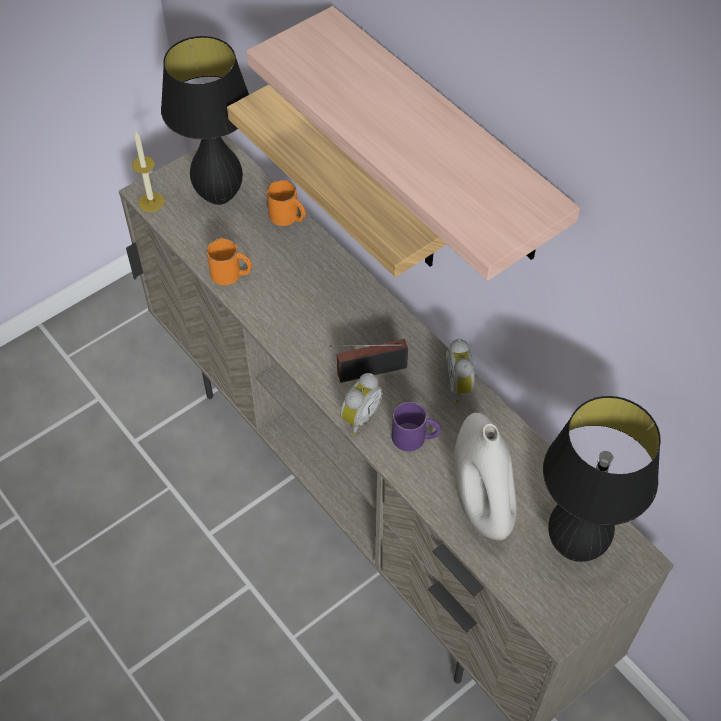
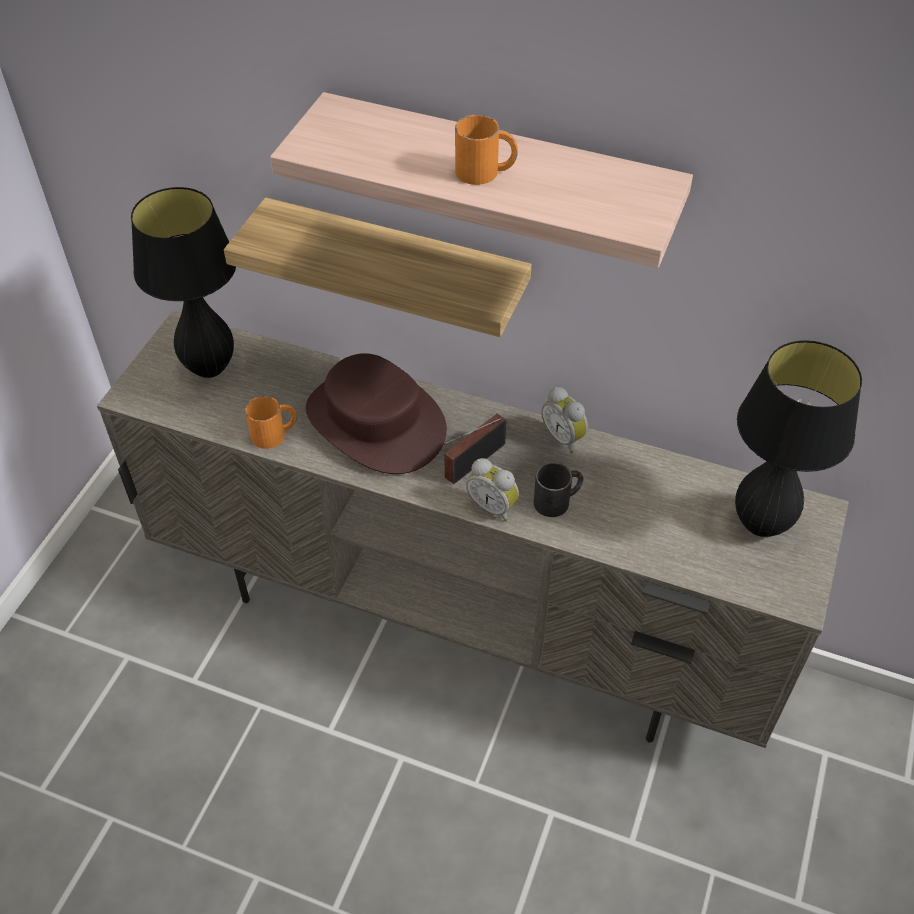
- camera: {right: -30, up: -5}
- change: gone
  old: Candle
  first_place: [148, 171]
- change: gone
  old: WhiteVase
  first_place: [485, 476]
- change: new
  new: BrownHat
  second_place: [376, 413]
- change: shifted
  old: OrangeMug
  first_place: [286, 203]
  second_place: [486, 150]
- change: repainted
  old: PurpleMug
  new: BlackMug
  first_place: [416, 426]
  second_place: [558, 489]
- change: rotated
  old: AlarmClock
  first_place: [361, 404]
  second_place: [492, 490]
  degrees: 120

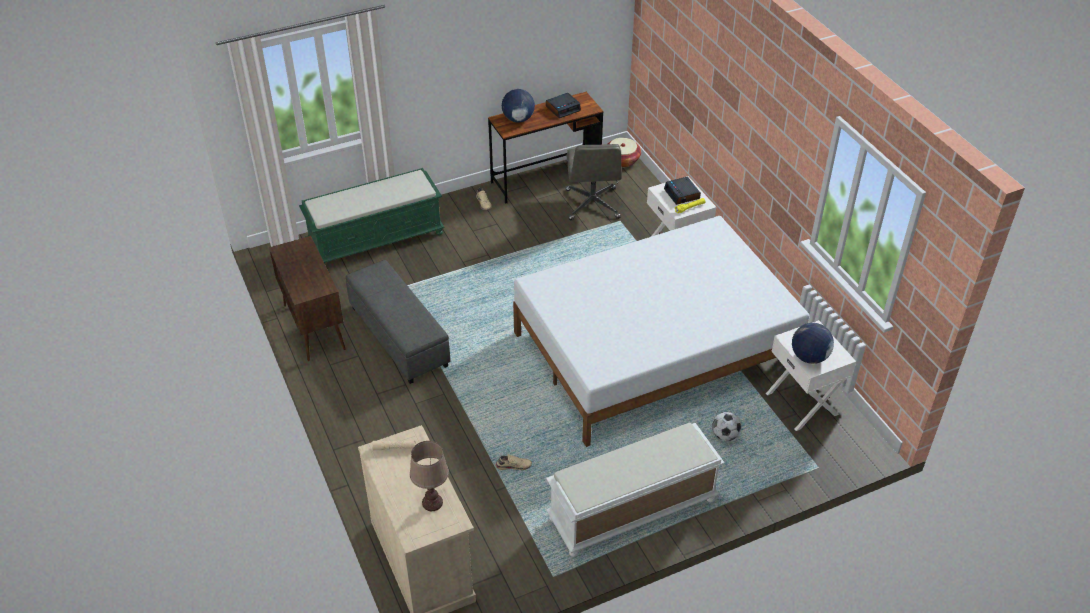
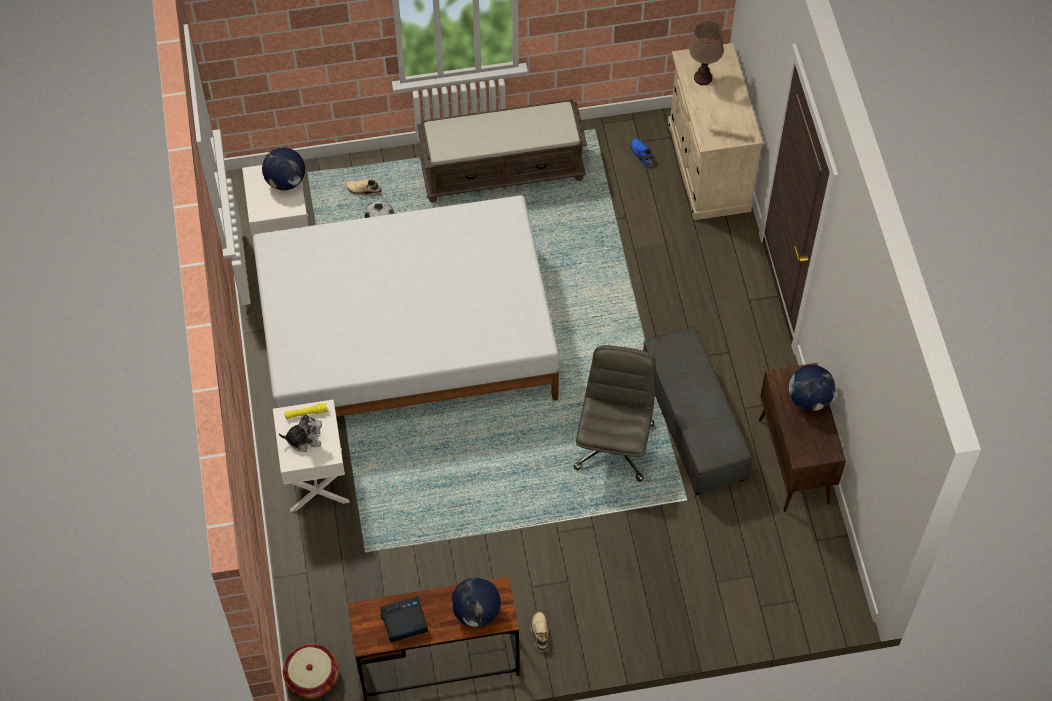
- camera: {right: -165, up: 15}
- change: gone
  old: GreenBench
  first_place: [372, 215]
- change: new
  new: BlueShoe
  second_place: [642, 152]
- change: new
  new: Globe
  second_place: [812, 388]
- change: shifted
  old: BeigeShoe
  first_place: [513, 462]
  second_place: [364, 187]
- change: shifted
  old: GreyOfficeChair
  first_place: [593, 182]
  second_place: [614, 413]
- change: swapped
  old: AlarmClock
  new: PlushToy
  first_place: [682, 191]
  second_place: [300, 433]
- change: repainted
  old: WhiteBench
  new: BrownBench
  first_place: [635, 490]
  second_place: [502, 150]

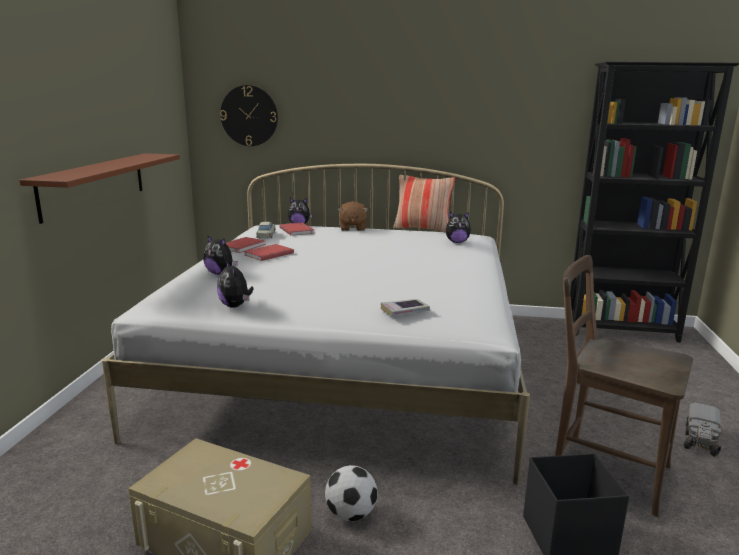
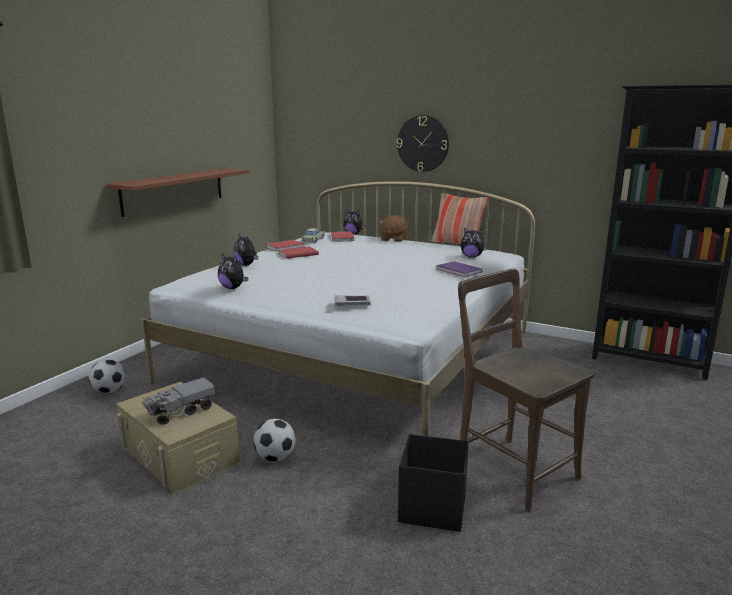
- camera: {right: 20, up: 0}
- change: new
  new: Football
  second_place: [107, 376]
- change: new
  new: PurpleBook
  second_place: [459, 269]
- change: shifted
  old: WallClock
  first_place: [249, 115]
  second_place: [423, 143]
- change: shifted
  old: ToyTruck
  first_place: [702, 429]
  second_place: [178, 401]
- change: rotated
  old: PlushToy
  first_place: [235, 284]
  second_place: [233, 271]
  degrees: -45

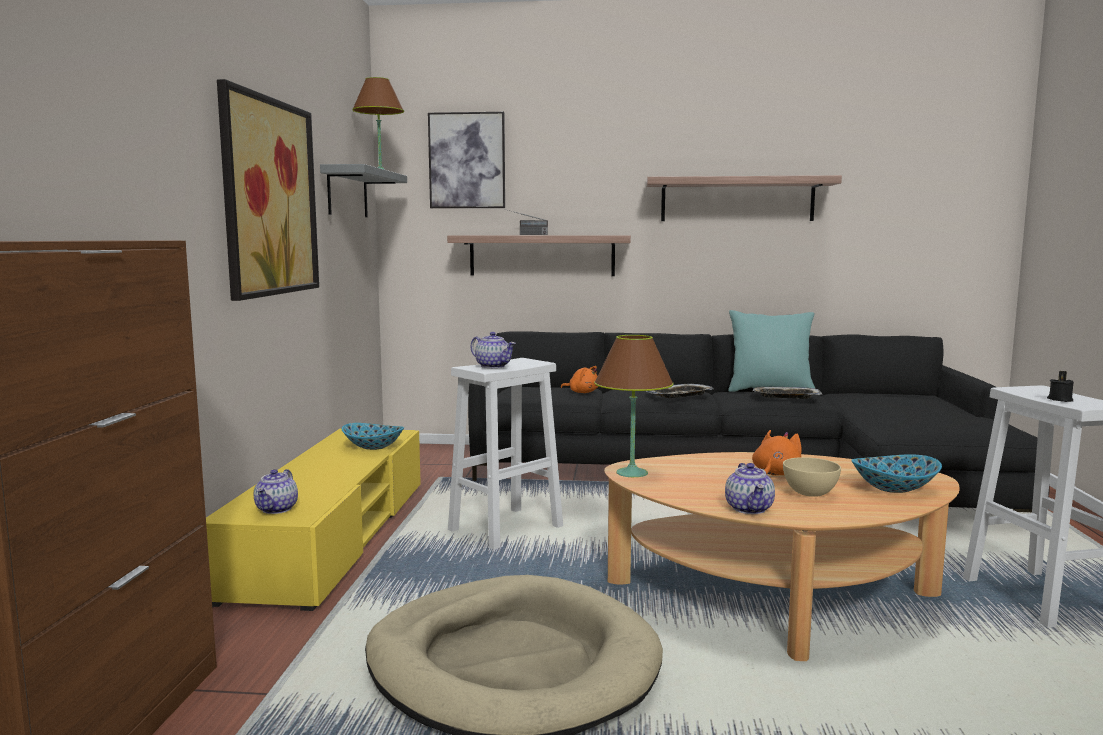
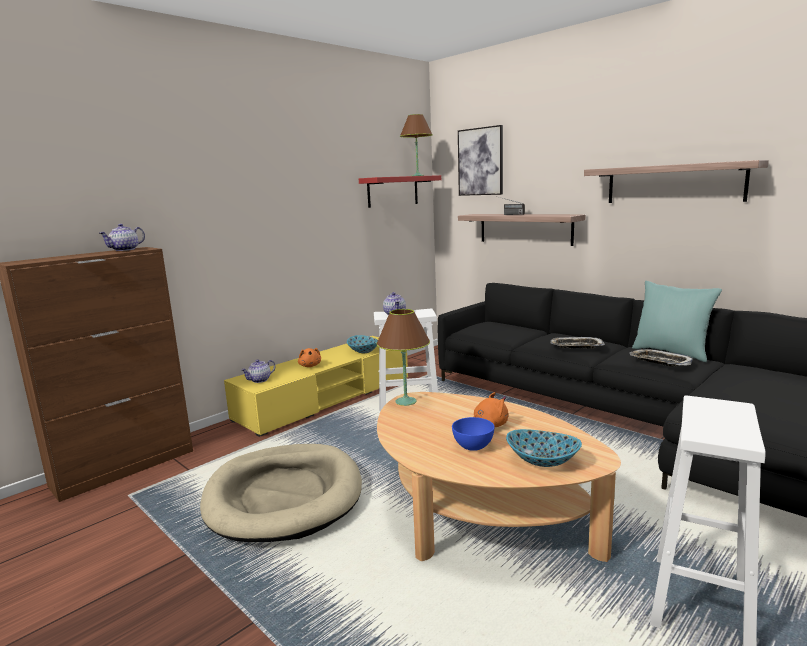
- camera: {right: 40, up: 5}
- change: gone
  old: Picture
  first_place: [268, 190]
- change: gone
  old: BlackCandle
  first_place: [1060, 386]
- change: shifted
  old: OrangePlushToy
  first_place: [580, 379]
  second_place: [309, 357]
- change: shifted
  old: Teapot
  first_place: [750, 488]
  second_place: [122, 237]
- change: repainted
  old: GreyShelf
  new: RedShelf
  first_place: [363, 190]
  second_place: [400, 191]
- change: repainted
  old: BeigeBowl
  new: BlueBowl
  first_place: [812, 477]
  second_place: [473, 434]

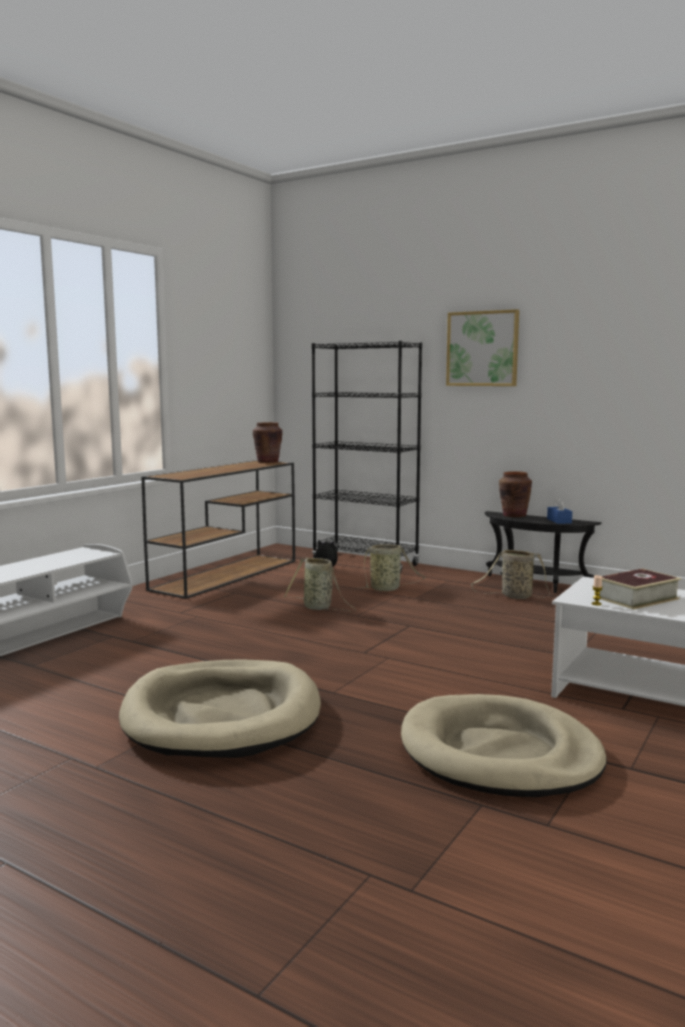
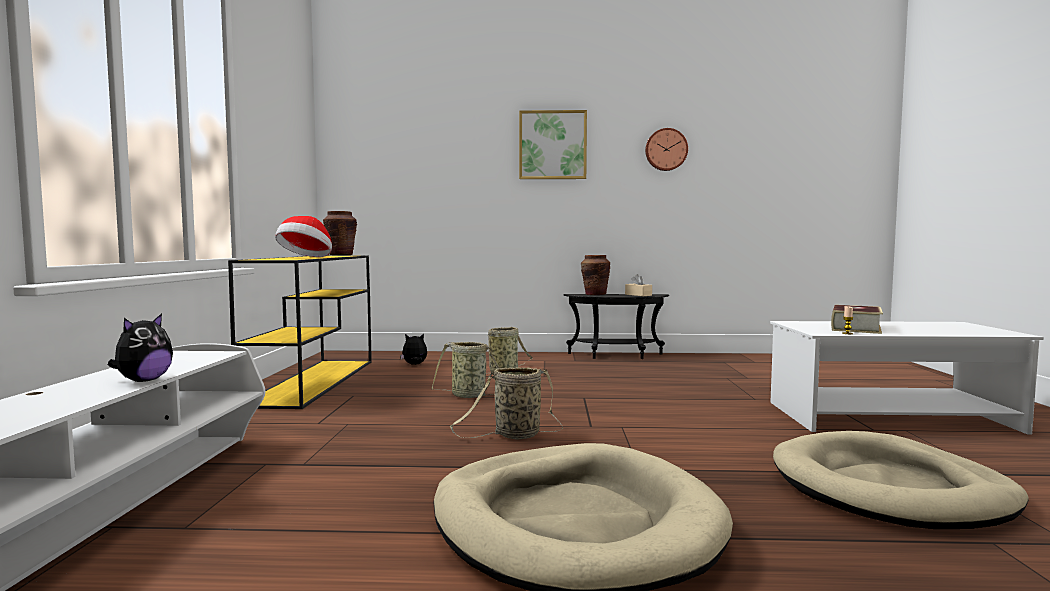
- camera: {right: -30, up: -5}
- change: gone
  old: BlackBookcase
  first_place: [367, 457]
- change: new
  new: PlushToy
  second_place: [140, 348]
- change: new
  new: Hat
  second_place: [303, 236]
- change: new
  new: WallClock
  second_place: [666, 149]
- change: shifted
  old: Basket
  first_place: [510, 574]
  second_place: [506, 403]
- change: repainted
  old: BrownConsoleTable
  new: YellowConsoleTable
  first_place: [218, 529]
  second_place: [300, 332]
- change: repainted
  old: BlueTissueBox
  new: BeigeTissueBox
  first_place: [559, 511]
  second_place: [638, 285]

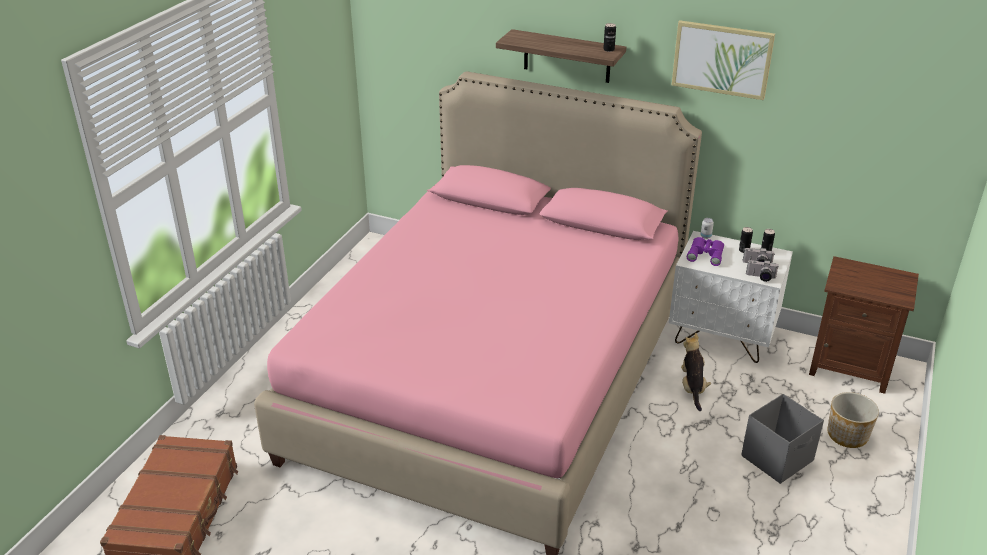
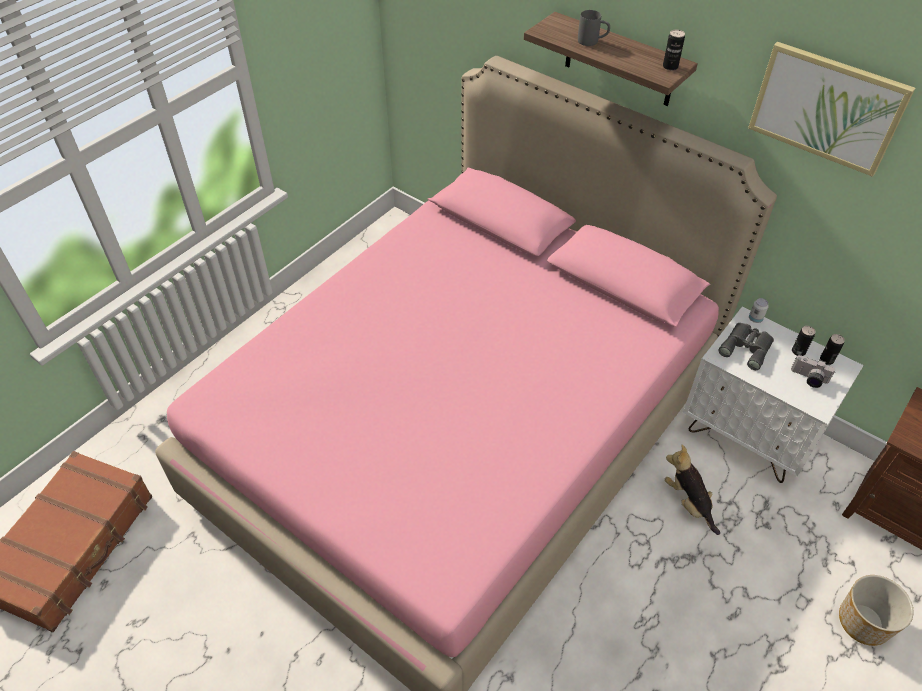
- camera: {right: 15, up: 15}
- change: gone
  old: GreyStorageBox
  first_place: [782, 439]
- change: gone
  old: PhotoCamera
  first_place: [762, 271]
- change: new
  new: GreyMug
  second_place: [594, 28]
- change: repainted
  old: PurpleBinoculars
  new: GreyBinoculars
  first_place: [705, 251]
  second_place: [746, 346]
- change: rotated
  old: PlushToy
  first_place: [696, 372]
  second_place: [692, 490]
  degrees: -45

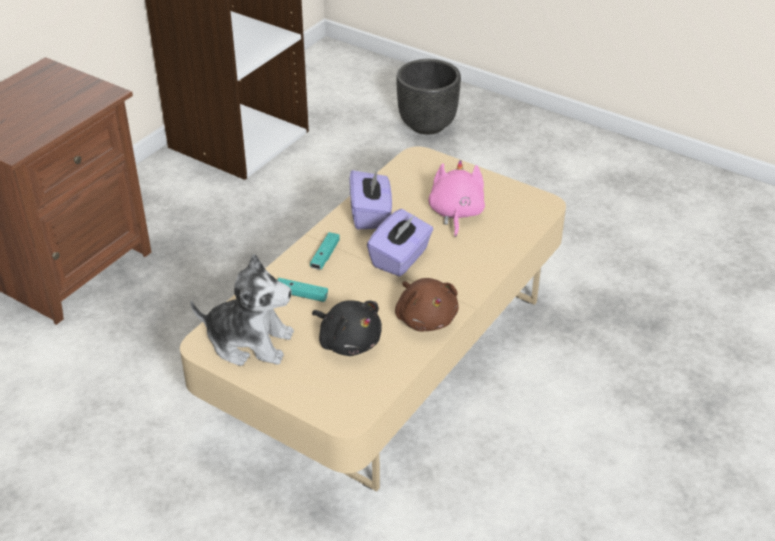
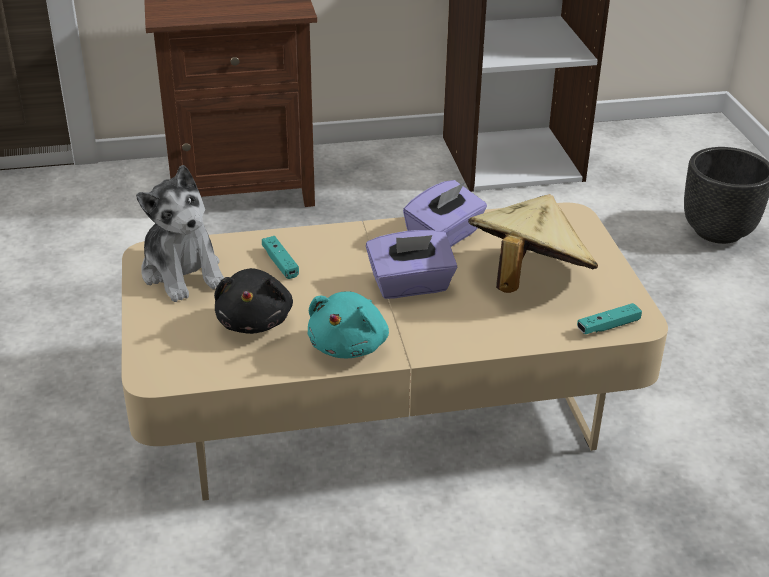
- camera: {right: 45, up: -5}
- change: shifted
  old: TurquoiseGameController
  first_place: [325, 251]
  second_place: [609, 318]
- change: swapped
  old: PinkPlushToy
  new: BeigeHat
  first_place: [457, 199]
  second_place: [533, 243]
- change: repainted
  old: BrownPlushToy
  new: TurquoisePlushToy
  first_place: [427, 304]
  second_place: [348, 324]

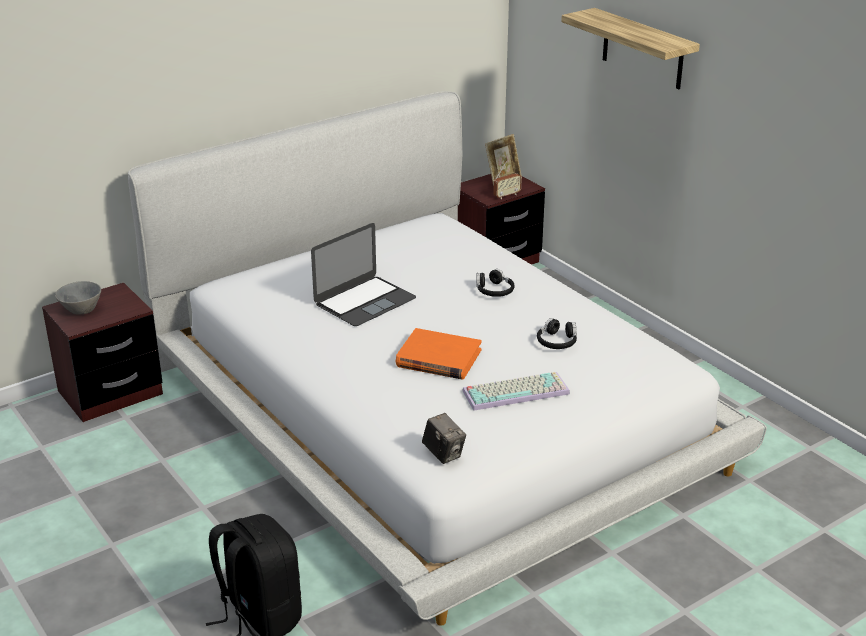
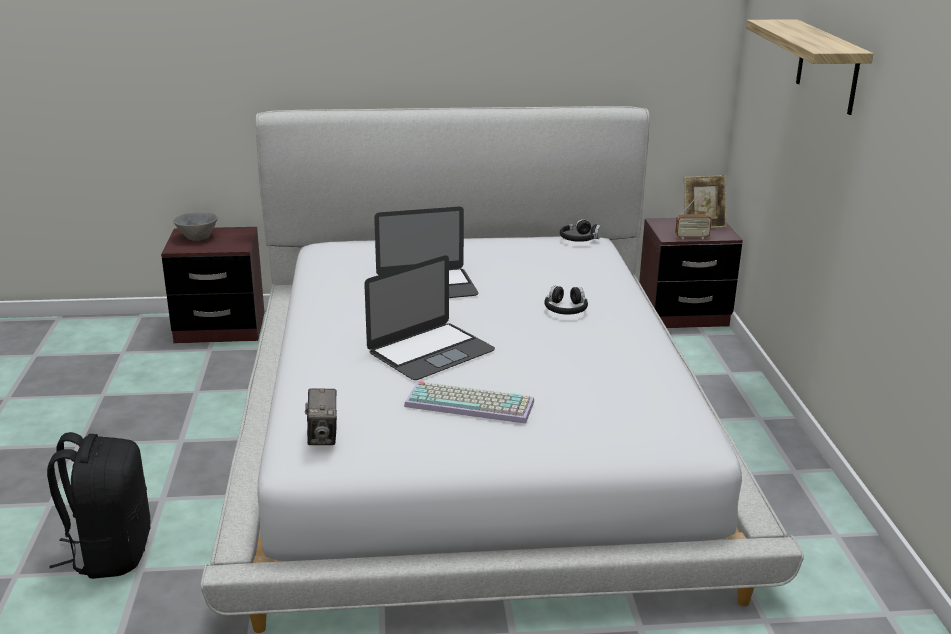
- camera: {right: 30, up: -5}
- change: shifted
  old: BlackHeadphones
  first_place: [557, 333]
  second_place: [581, 230]
- change: swapped
  old: OrangeBook
  new: Laptop
  first_place: [439, 353]
  second_place: [429, 317]

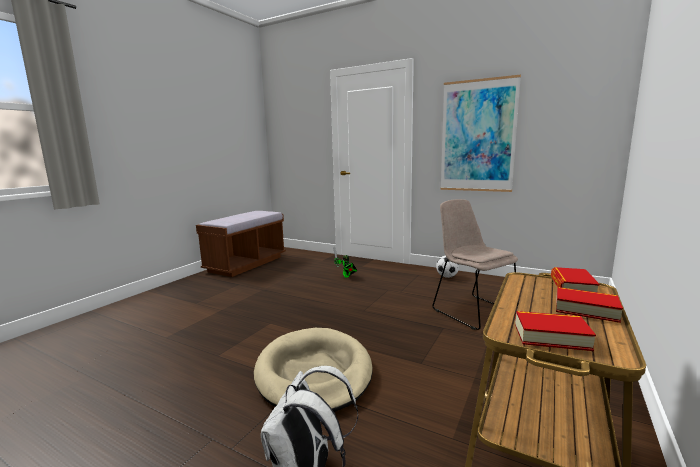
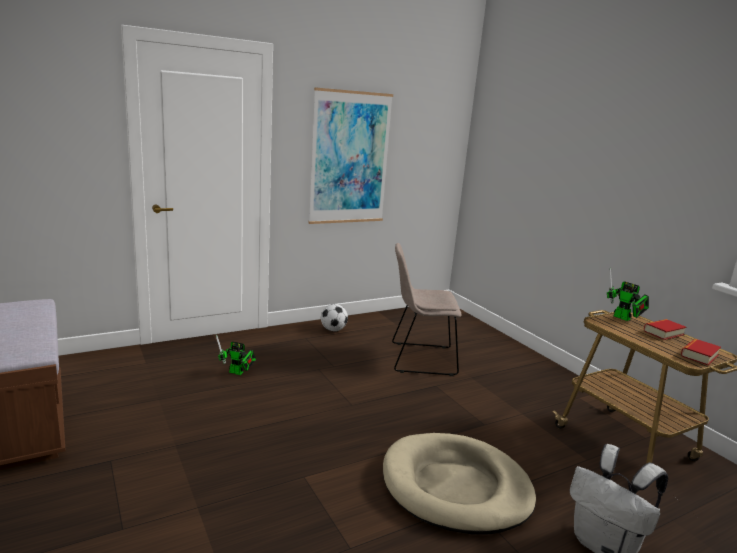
- camera: {right: -60, up: 5}
- change: swapped
  old: Book
  new: ToyRobot
  first_place: [575, 279]
  second_place: [628, 294]

